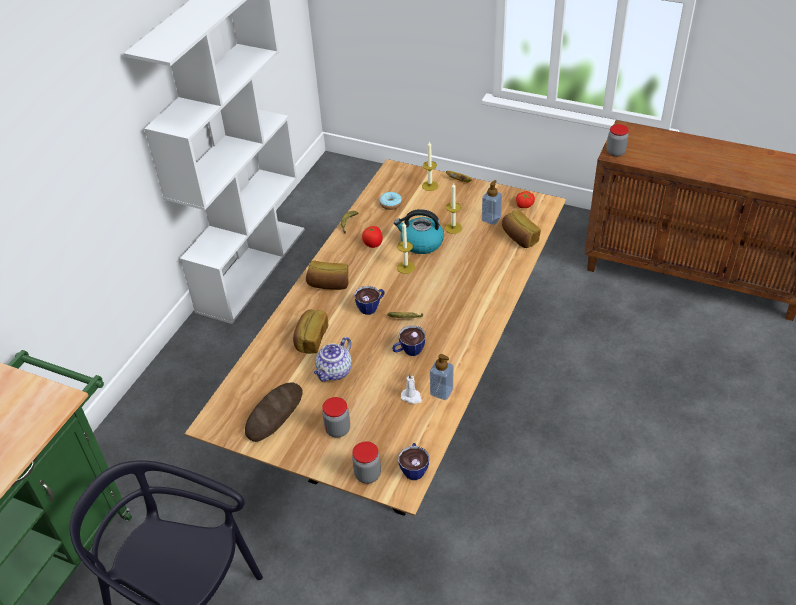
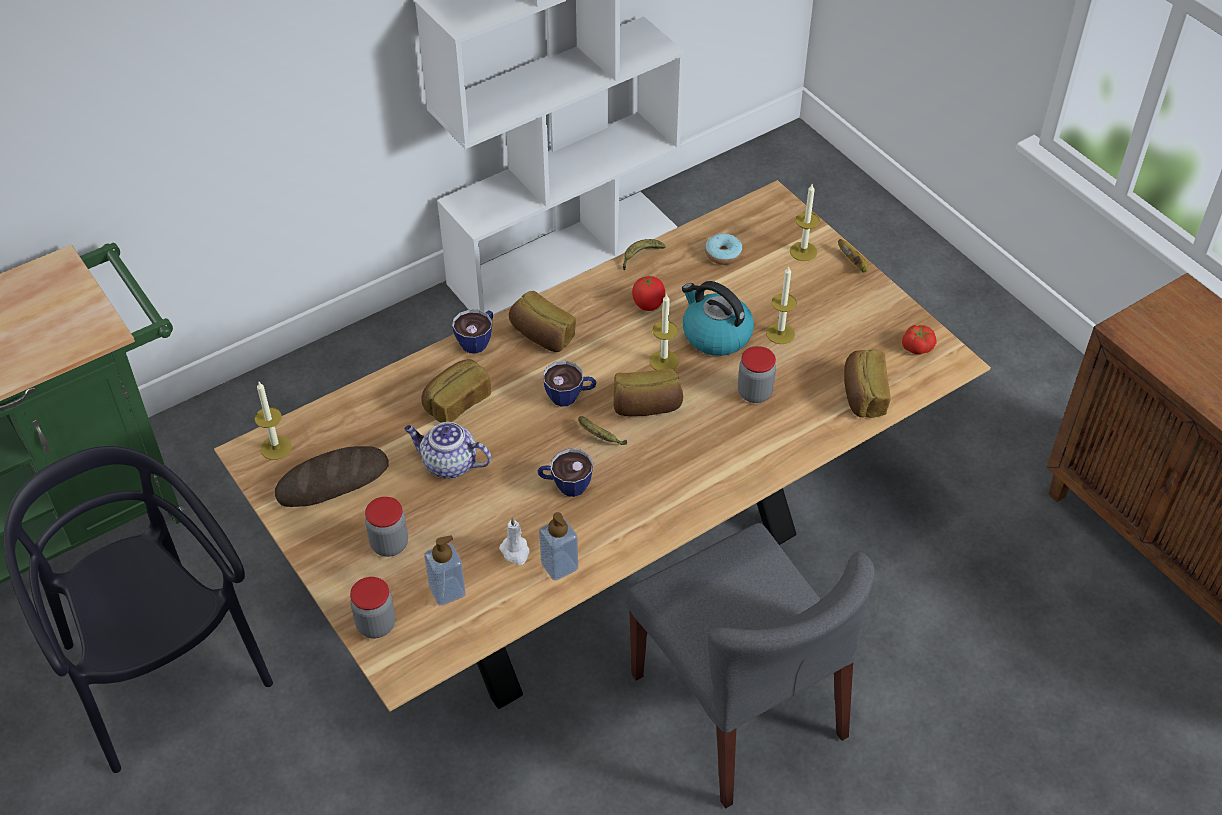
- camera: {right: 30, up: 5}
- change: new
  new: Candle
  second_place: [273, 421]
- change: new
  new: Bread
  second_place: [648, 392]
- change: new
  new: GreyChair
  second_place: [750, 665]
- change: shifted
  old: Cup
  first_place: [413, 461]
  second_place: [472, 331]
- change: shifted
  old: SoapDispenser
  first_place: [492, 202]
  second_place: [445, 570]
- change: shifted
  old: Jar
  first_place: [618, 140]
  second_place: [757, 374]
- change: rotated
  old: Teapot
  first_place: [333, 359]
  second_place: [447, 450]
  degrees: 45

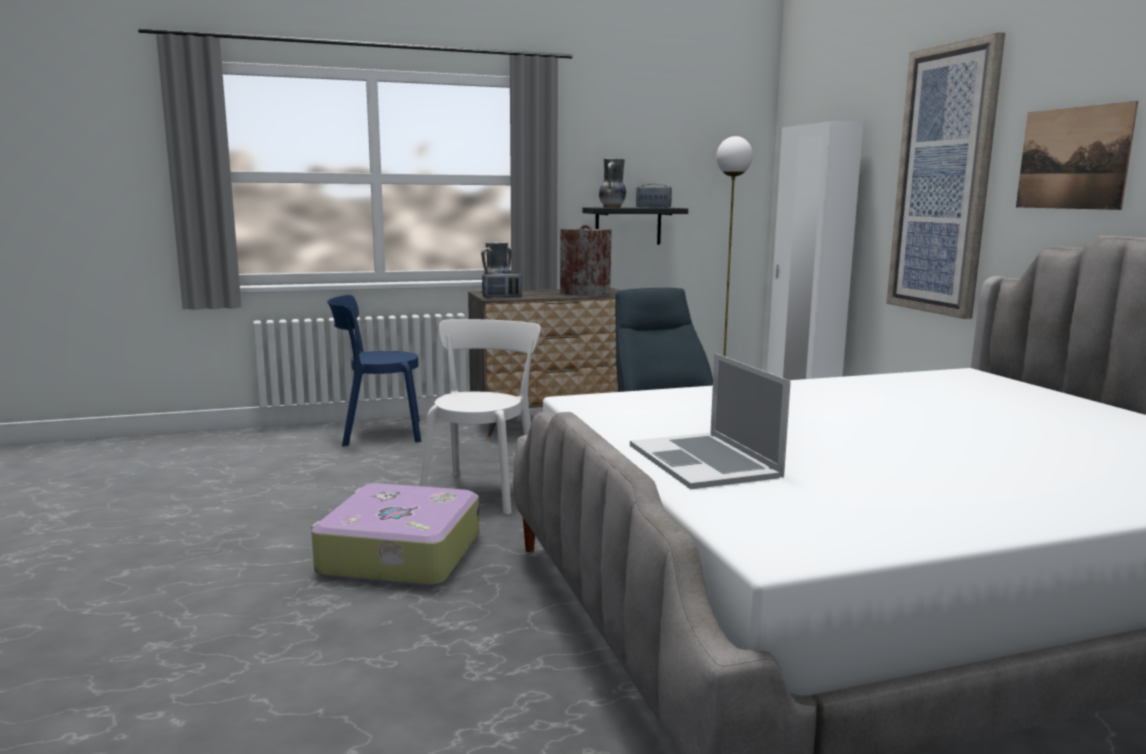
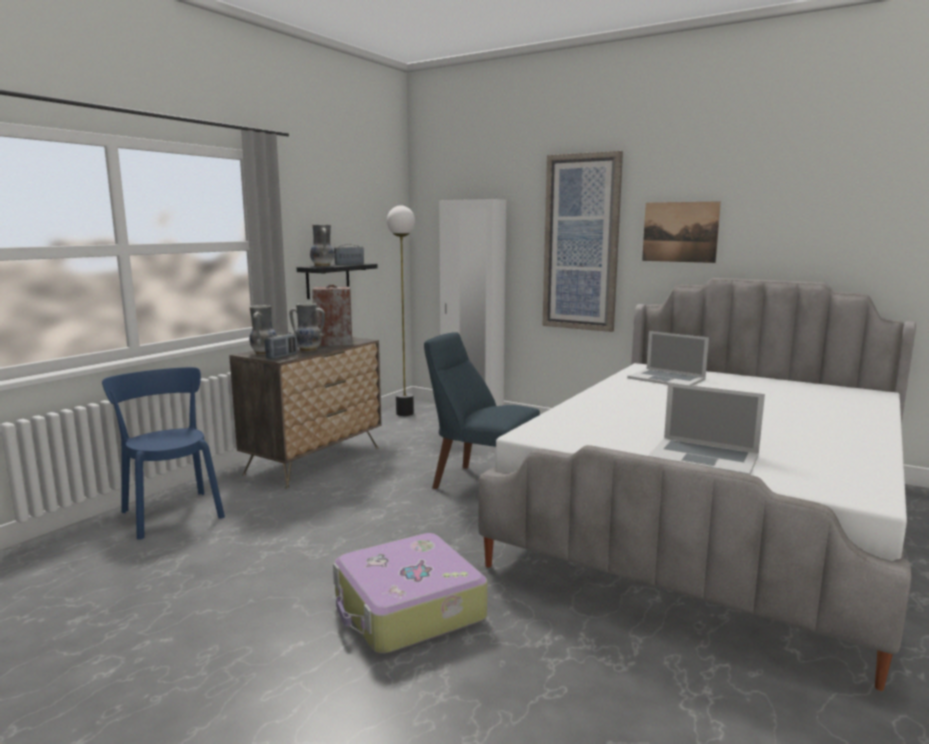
- camera: {right: -40, up: 0}
- change: gone
  old: WhiteChair
  first_place: [480, 416]
- change: new
  new: Vase
  second_place: [307, 327]
- change: new
  new: Laptop
  second_place: [668, 358]
- change: rotated
  old: BlueChair
  first_place: [374, 370]
  second_place: [163, 453]
  degrees: 105

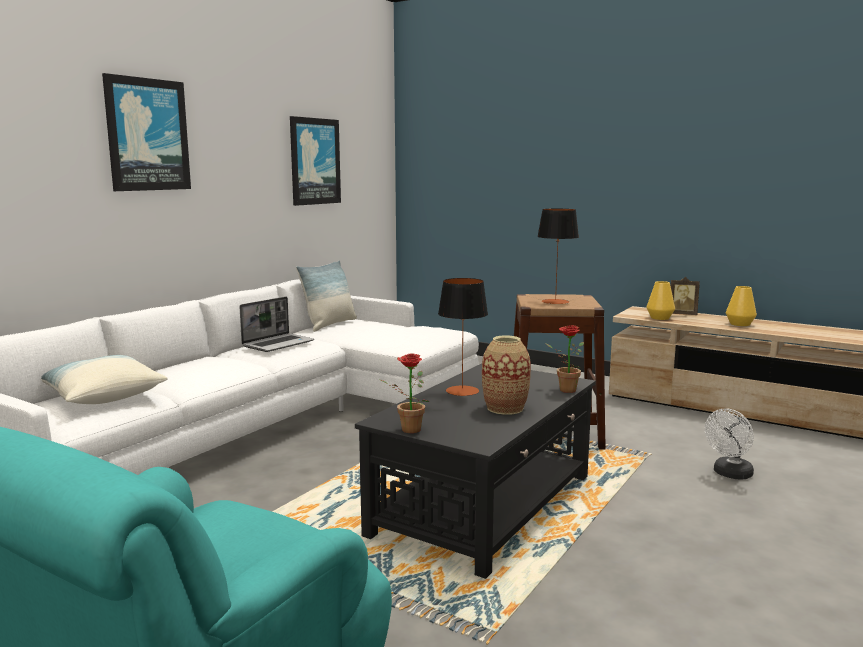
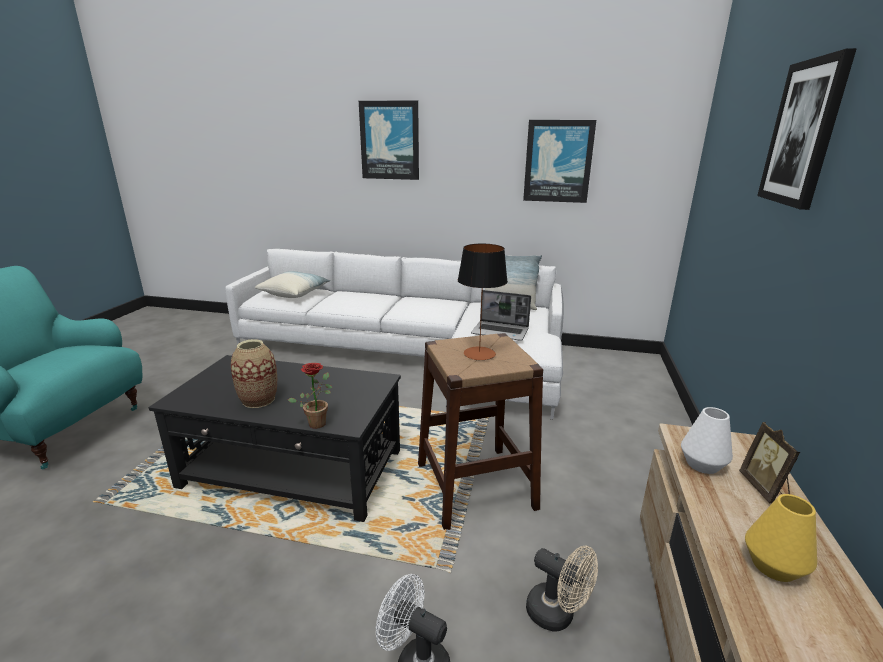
- camera: {right: 70, up: 10}
- change: gone
  old: PottedPlant
  first_place: [404, 393]
- change: gone
  old: TableLamp
  first_place: [463, 337]
- change: new
  new: BeigeFan
  second_place: [562, 588]
- change: new
  new: Picture
  second_place: [807, 129]
- change: shifted
  old: Laptop
  first_place: [277, 324]
  second_place: [501, 315]
- change: repainted
  old: YellowVase
  new: WhiteVase
  first_place: [660, 300]
  second_place: [707, 440]

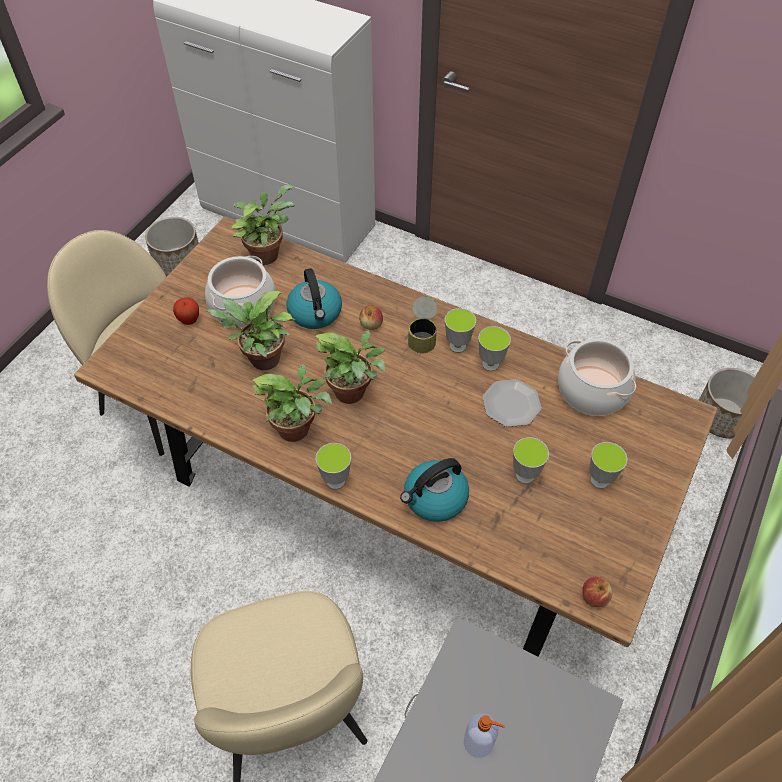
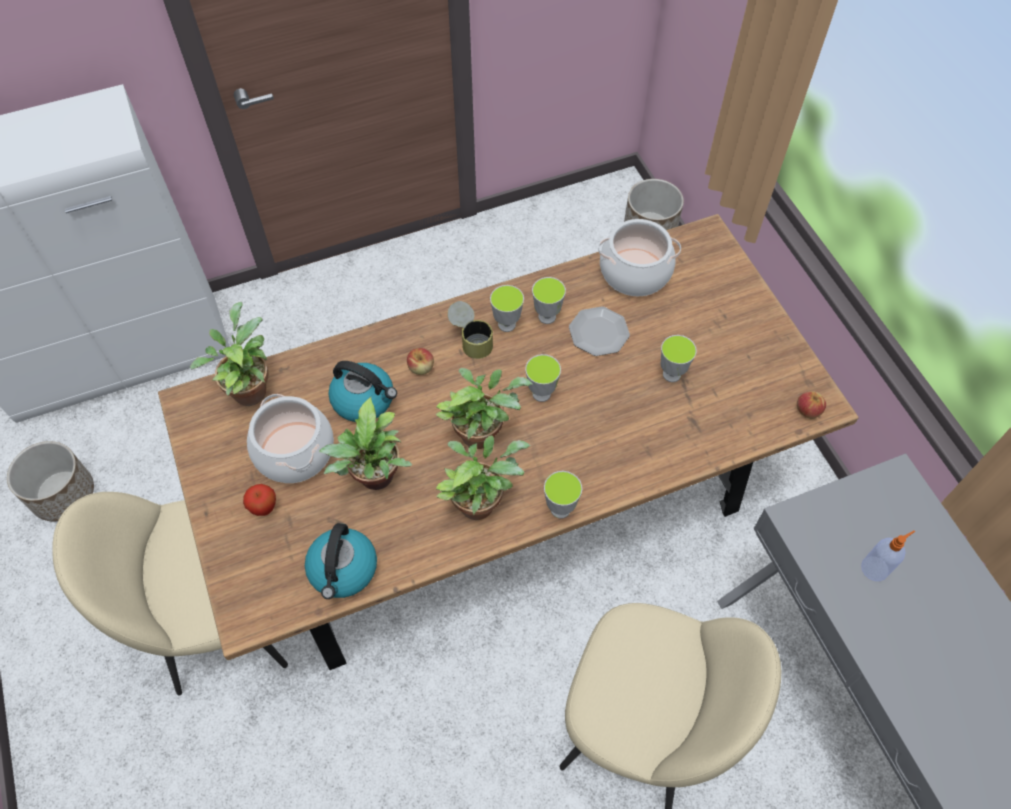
- camera: {right: -50, up: 5}
- change: shifted
  old: Kettle
  first_place: [434, 490]
  second_place: [341, 561]
- change: shifted
  old: Cup
  first_place: [608, 465]
  second_place: [543, 378]

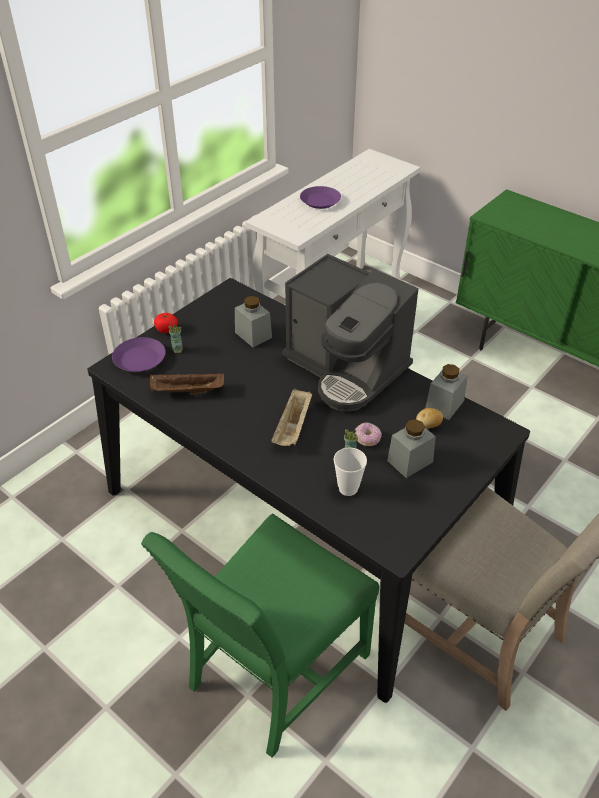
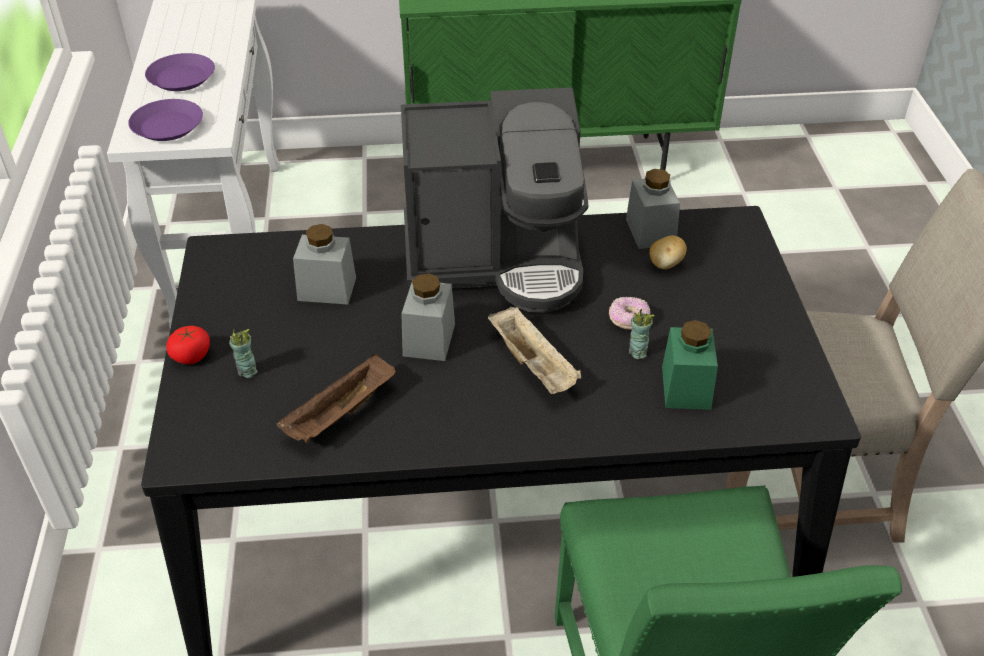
- camera: {right: -45, up: 0}
- change: shifted
  old: PurplePlate
  first_place: [139, 354]
  second_place: [165, 120]
- change: shifted
  old: GreyJar
  first_place: [411, 448]
  second_place: [428, 317]
- change: swapped
  old: Cup
  new: GreenJar
  first_place: [350, 472]
  second_place: [690, 365]

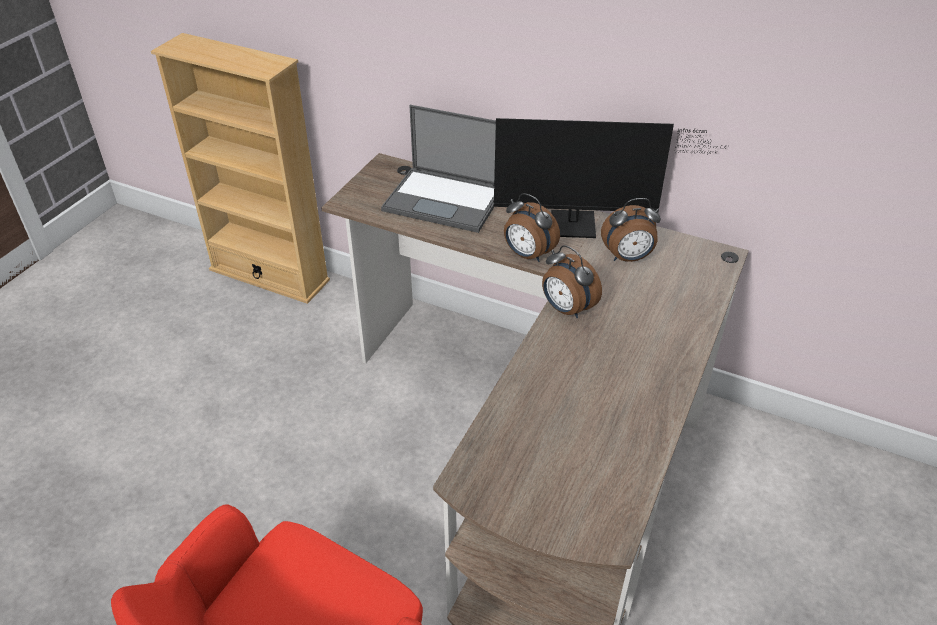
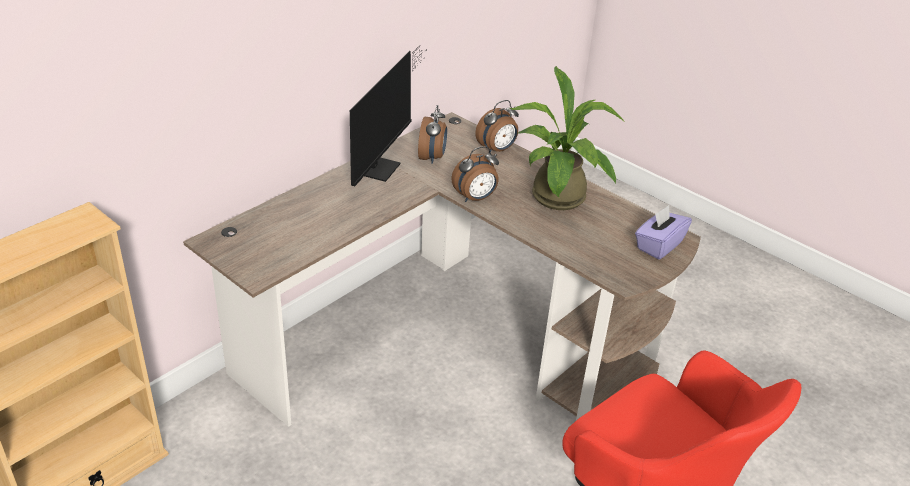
- camera: {right: -75, up: -5}
- change: gone
  old: Laptop
  first_place: [438, 169]
- change: new
  new: PottedPlant
  second_place: [567, 138]
- change: new
  new: PurpleTissueBox
  second_place: [663, 232]
- change: shifted
  old: AlarmClock
  first_place: [532, 227]
  second_place: [497, 127]

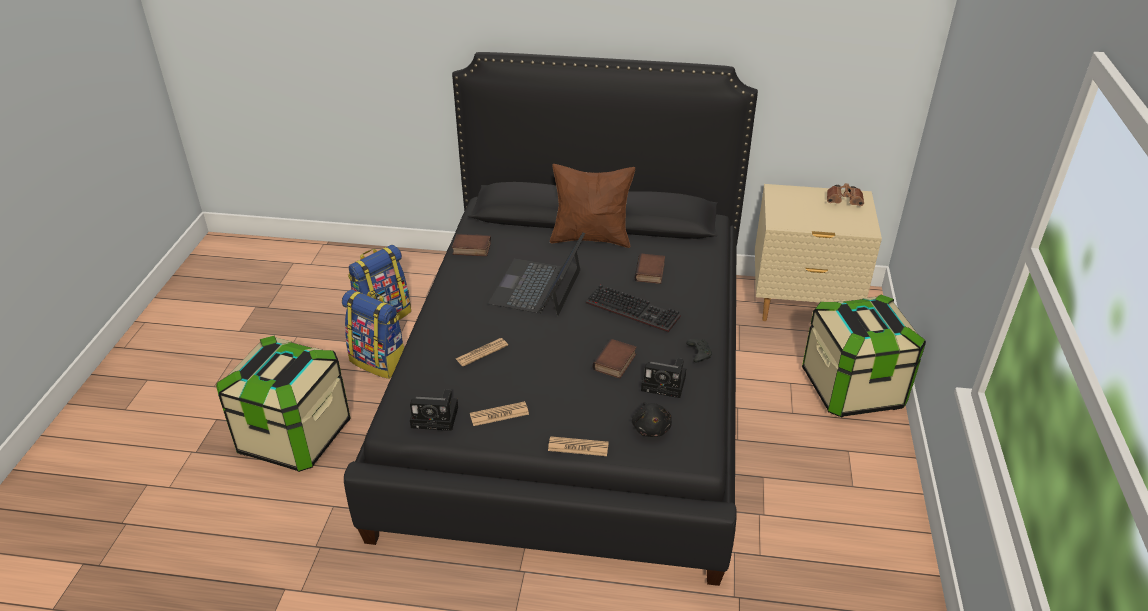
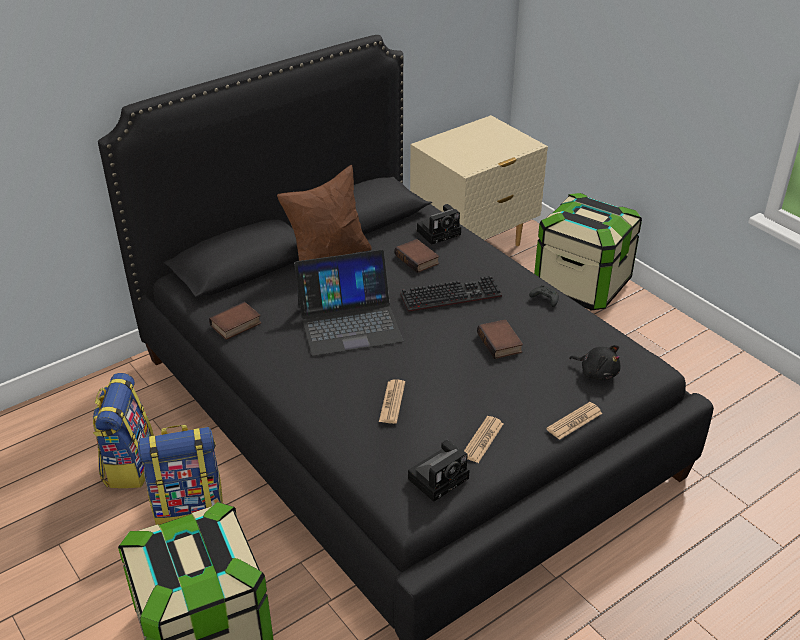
- camera: {right: -45, up: 0}
- change: gone
  old: BrownBinoculars
  first_place: [845, 194]
- change: shifted
  old: PhotoCamera
  first_place: [663, 378]
  second_place: [439, 224]
- change: rotated
  old: Laptop
  first_place: [536, 274]
  second_place: [348, 303]
  degrees: -75

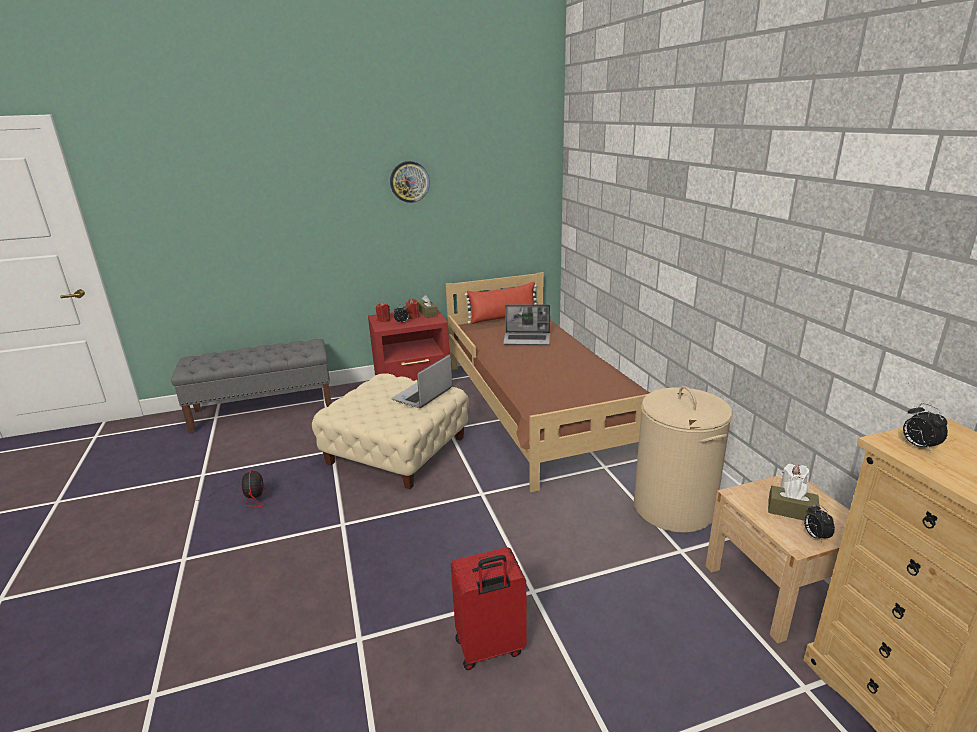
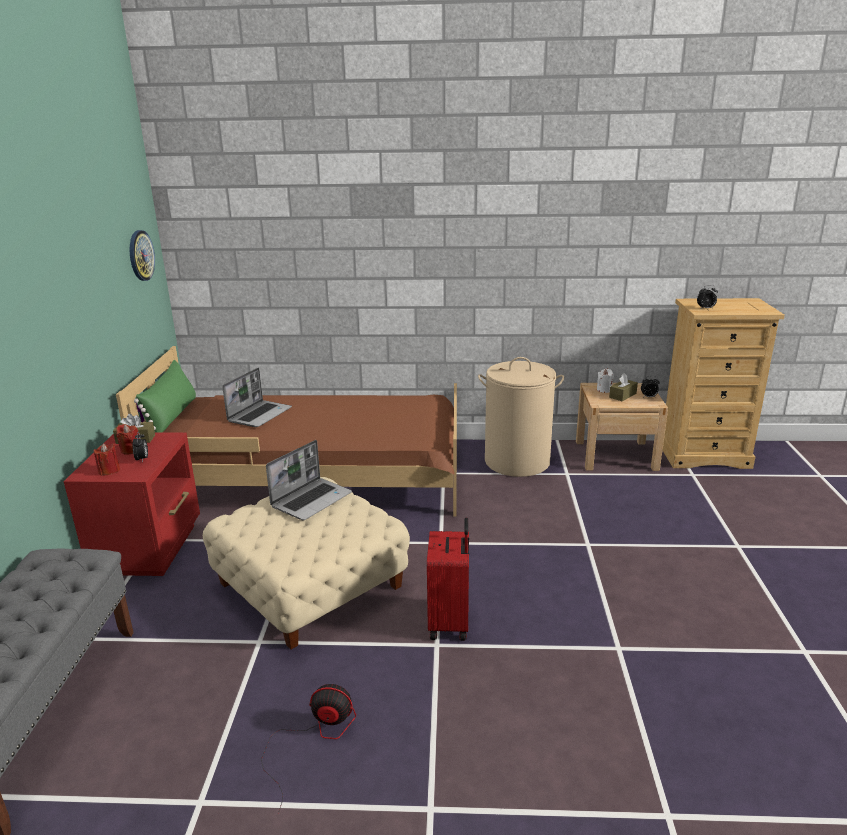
- camera: {right: -70, up: 0}
- change: shifted
  old: WallClock
  first_place: [410, 182]
  second_place: [142, 255]
- change: shifted
  old: RedSuitcase
  first_place: [489, 608]
  second_place: [448, 579]
- change: repainted
  old: RedPillow
  new: GreenPillow
  first_place: [500, 303]
  second_place: [165, 396]
- change: rotated
  old: Laptop
  first_place: [422, 381]
  second_place: [309, 480]
  degrees: -105

